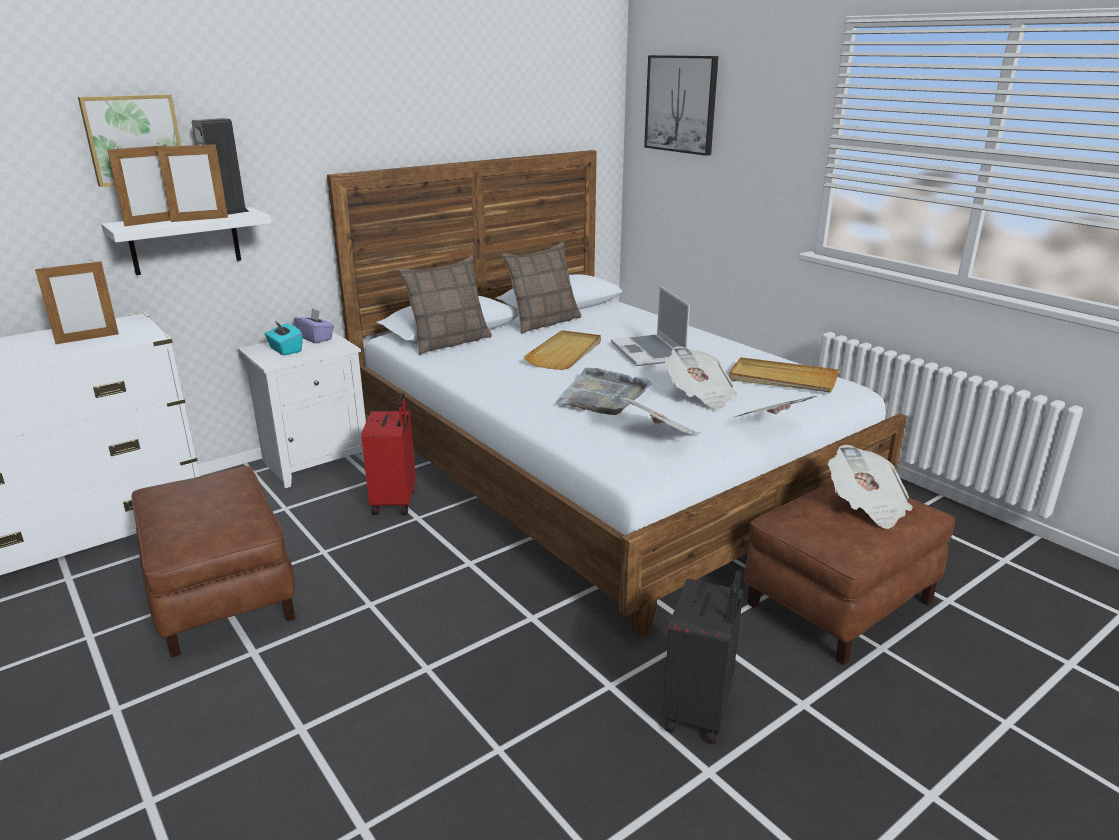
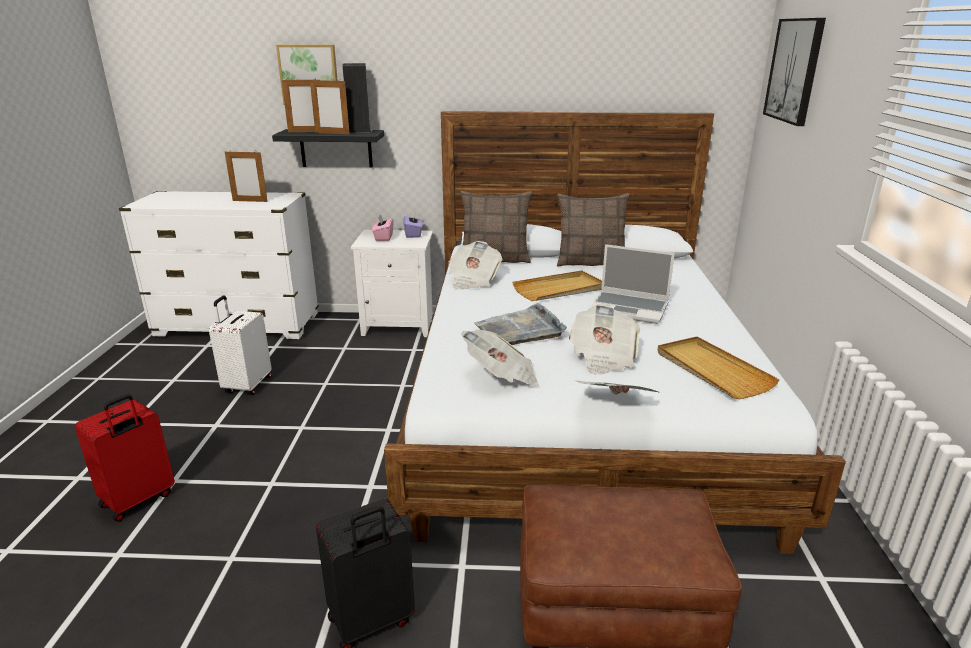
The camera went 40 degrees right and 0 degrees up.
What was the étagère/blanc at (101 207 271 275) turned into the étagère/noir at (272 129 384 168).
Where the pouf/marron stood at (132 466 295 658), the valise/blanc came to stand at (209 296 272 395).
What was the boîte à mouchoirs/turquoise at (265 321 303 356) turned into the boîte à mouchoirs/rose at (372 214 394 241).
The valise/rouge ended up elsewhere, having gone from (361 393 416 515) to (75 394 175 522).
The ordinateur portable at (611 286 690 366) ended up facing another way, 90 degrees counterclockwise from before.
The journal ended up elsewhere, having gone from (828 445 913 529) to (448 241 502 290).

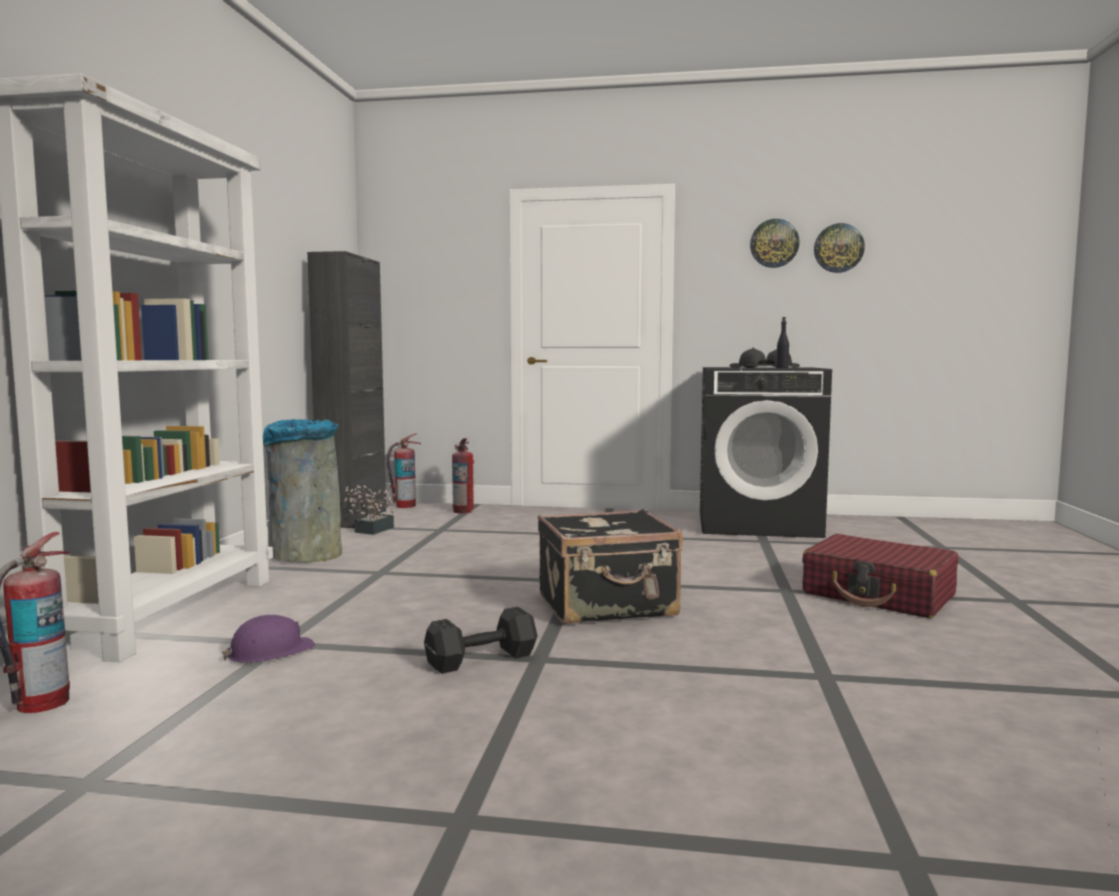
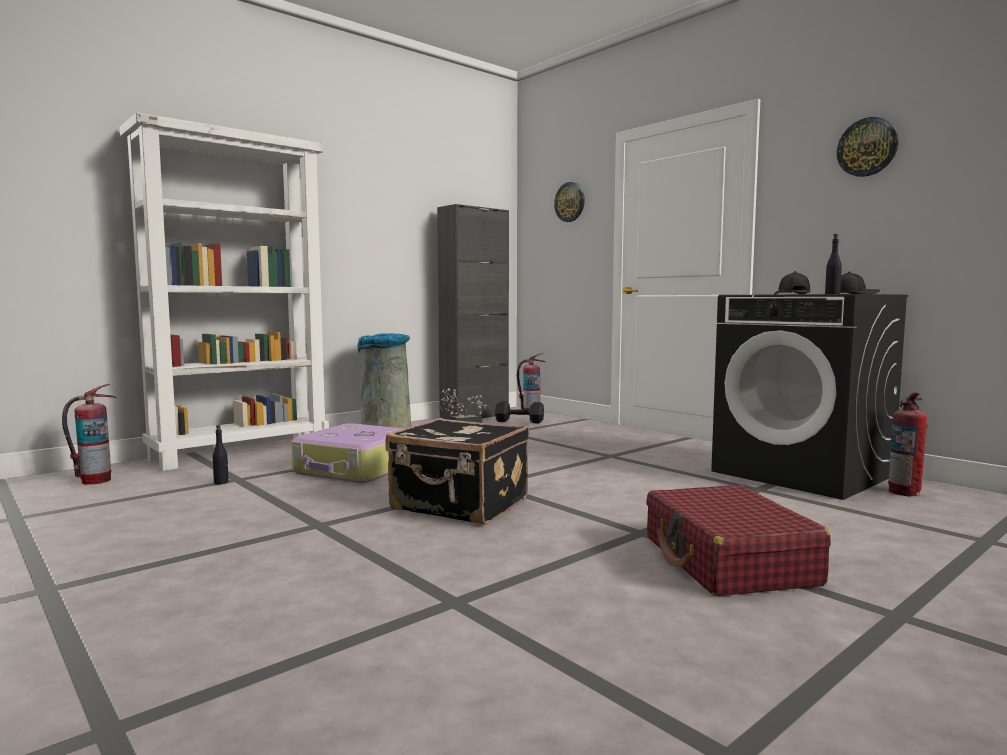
The camera went 40 degrees right and 0 degrees up.
Where the casque de chantier/violet stood at (222 615 315 663), the bouteille/noir came to stand at (213 425 229 484).
The haltère/noir ended up elsewhere, having gone from (424 607 538 674) to (495 401 544 423).
The extincteur ended up elsewhere, having gone from (452 438 474 513) to (888 393 928 496).
The horloge murale ended up elsewhere, having gone from (814 223 865 273) to (554 182 585 222).
The second view gained the valise at (291 423 404 483).

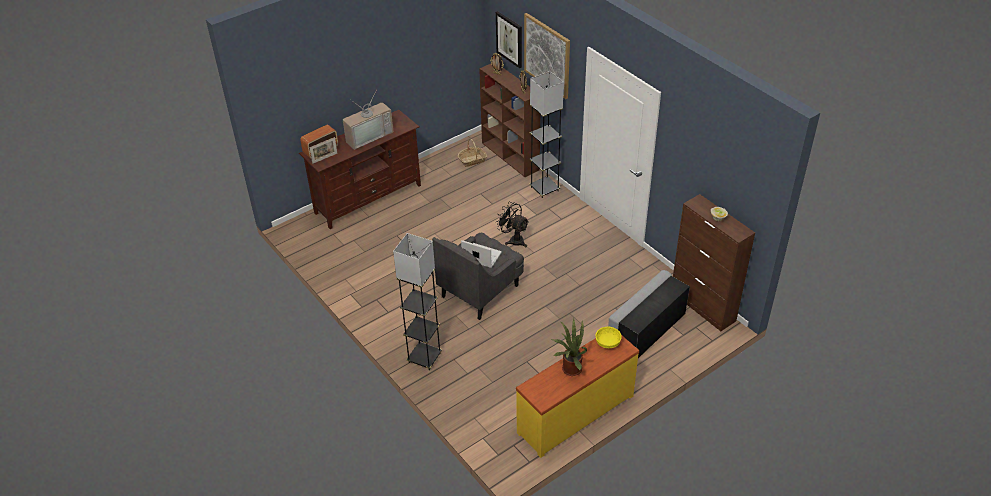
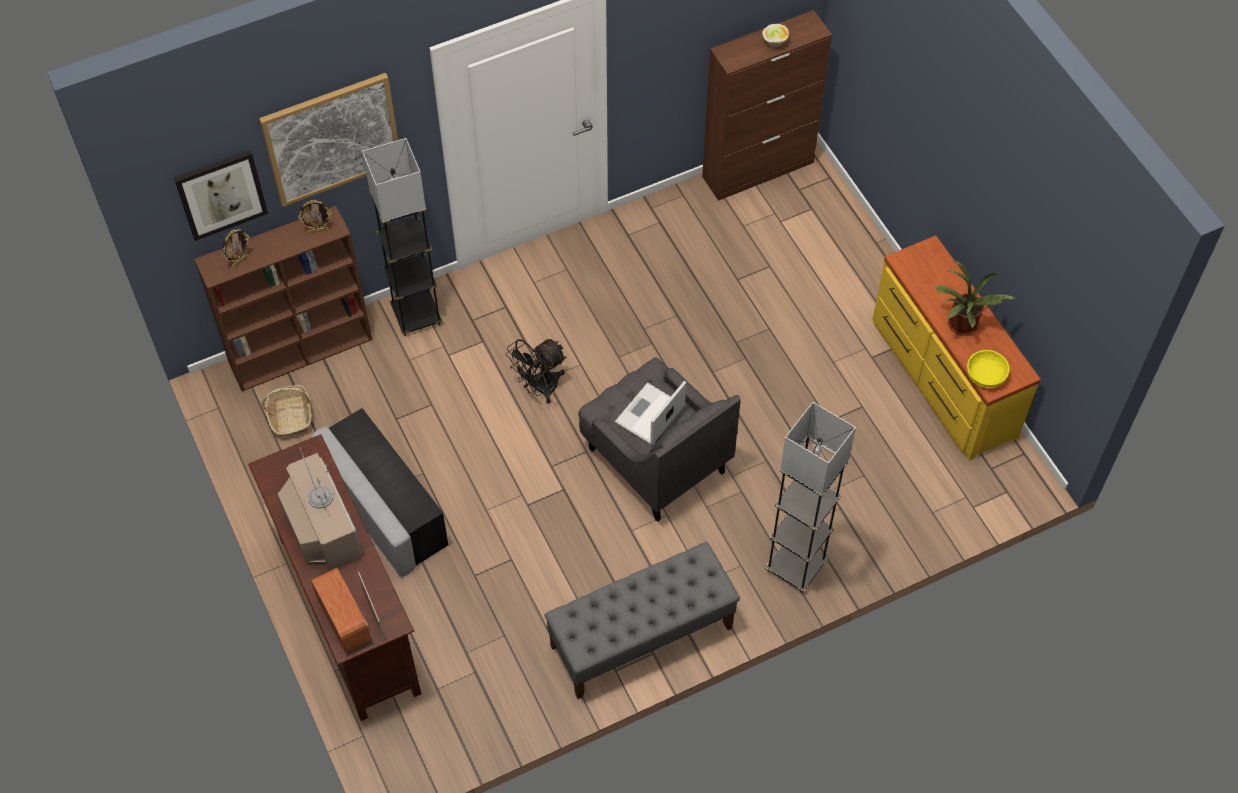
The camera went 80 degrees left and 15 degrees up.
The bol/jaune ended up elsewhere, having gone from (595 327 622 348) to (967 350 1010 388).
The pouf/gris ended up elsewhere, having gone from (608 270 690 358) to (311 408 449 577).
The second view gained the banc/gris at (544 542 740 699).

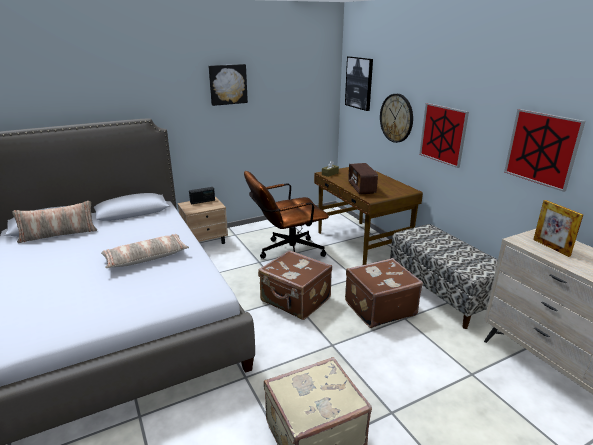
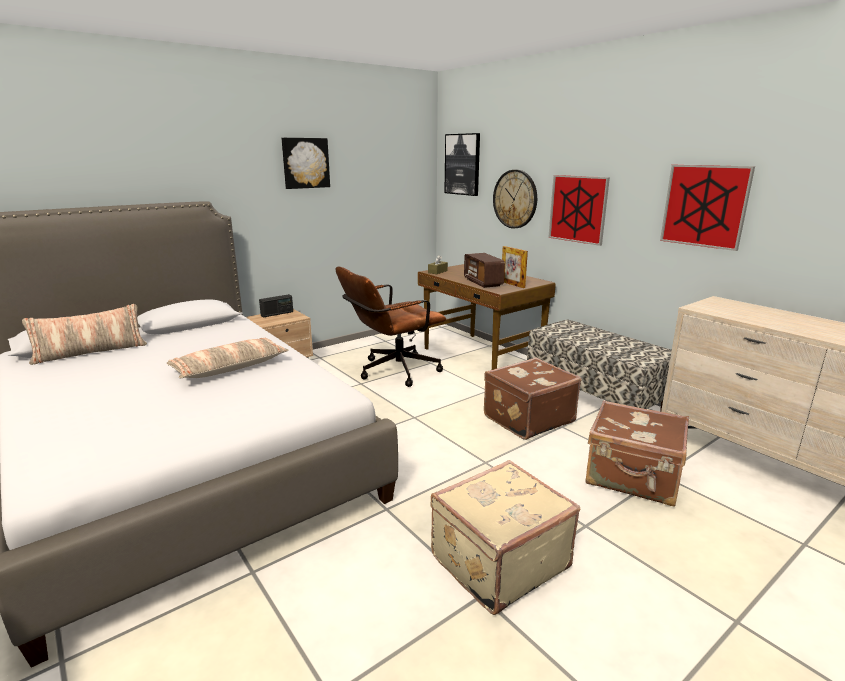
The camera went 10 degrees left and 5 degrees down.
The valise/marron ended up elsewhere, having gone from (258 250 332 320) to (585 400 689 506).
The cadre photo ended up elsewhere, having gone from (533 200 583 257) to (502 246 528 288).

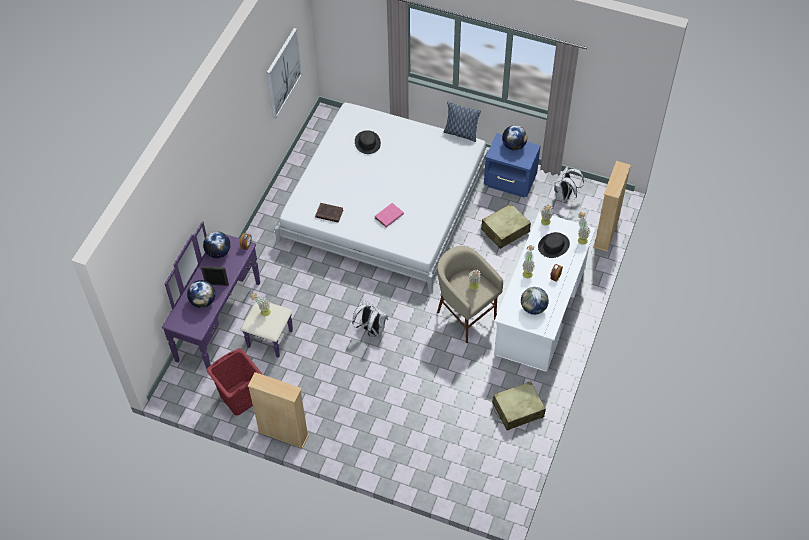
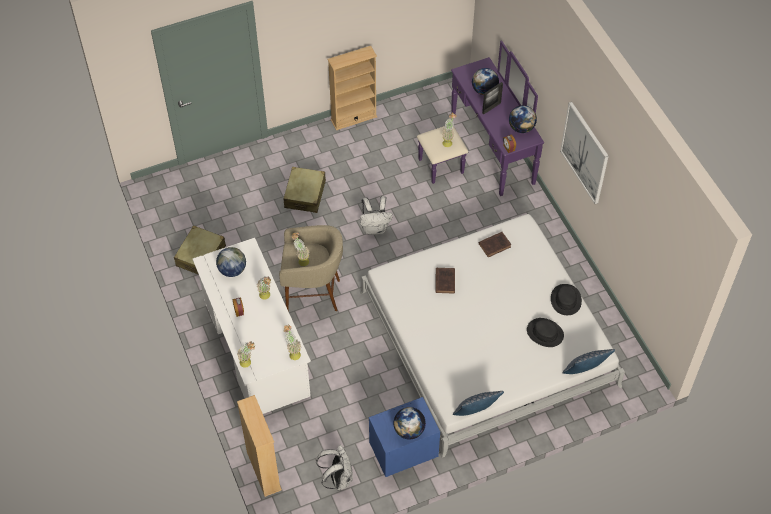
The camera went 135 degrees right and 0 degrees up.
The second view lost the panier à linge/rouge at (206 348 262 416).
The tableau ended up elsewhere, having gone from (267 28 302 118) to (560 102 609 204).
What was the livre/rose at (375 203 404 227) turned into the livre/marron at (435 268 455 293).
The valise/beige ended up elsewhere, having gone from (481 203 531 249) to (284 167 326 213).
The chapeau/noir ended up elsewhere, having gone from (538 232 570 258) to (551 284 582 315).
The second view gained the coussin at (562 349 615 374).

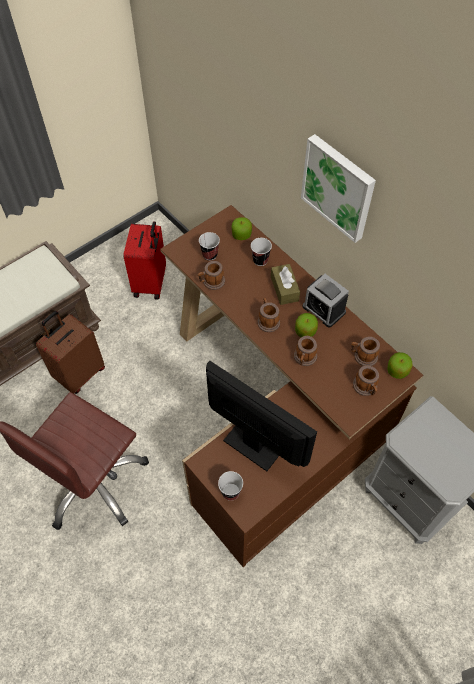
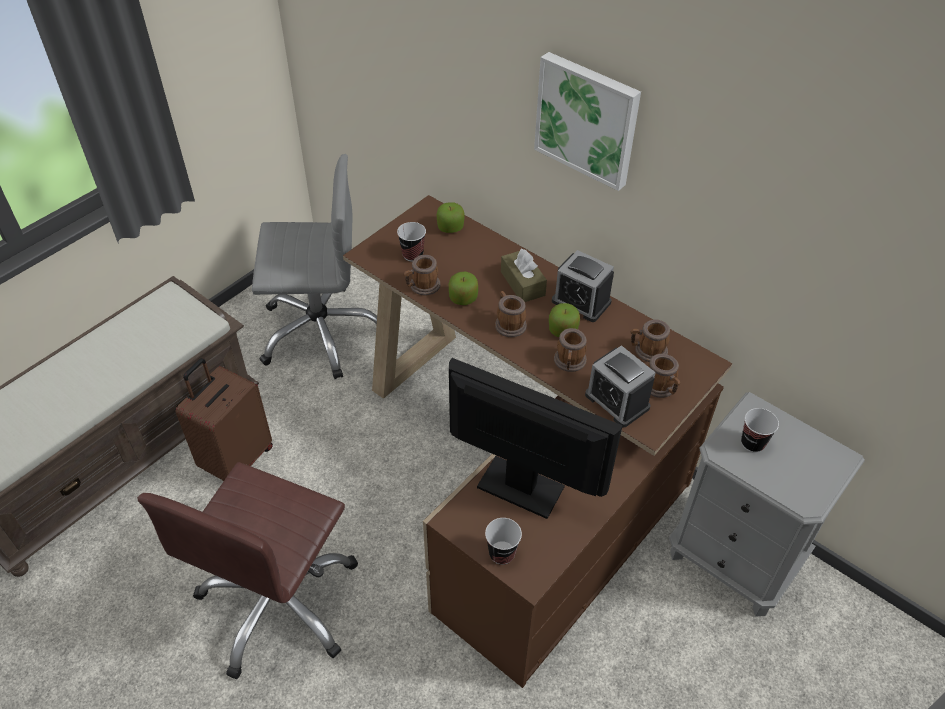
The camera went 10 degrees left and 10 degrees down.
Where the valise/rouge stood at (124 221 166 300), the chaise de bureau/gris came to stand at (252 154 377 379).
The tasse ended up elsewhere, having gone from (251 238 272 266) to (741 408 779 453).
The pomme ended up elsewhere, having gone from (387 352 412 379) to (449 272 478 305).
The second view gained the réveil at (585 345 656 428).

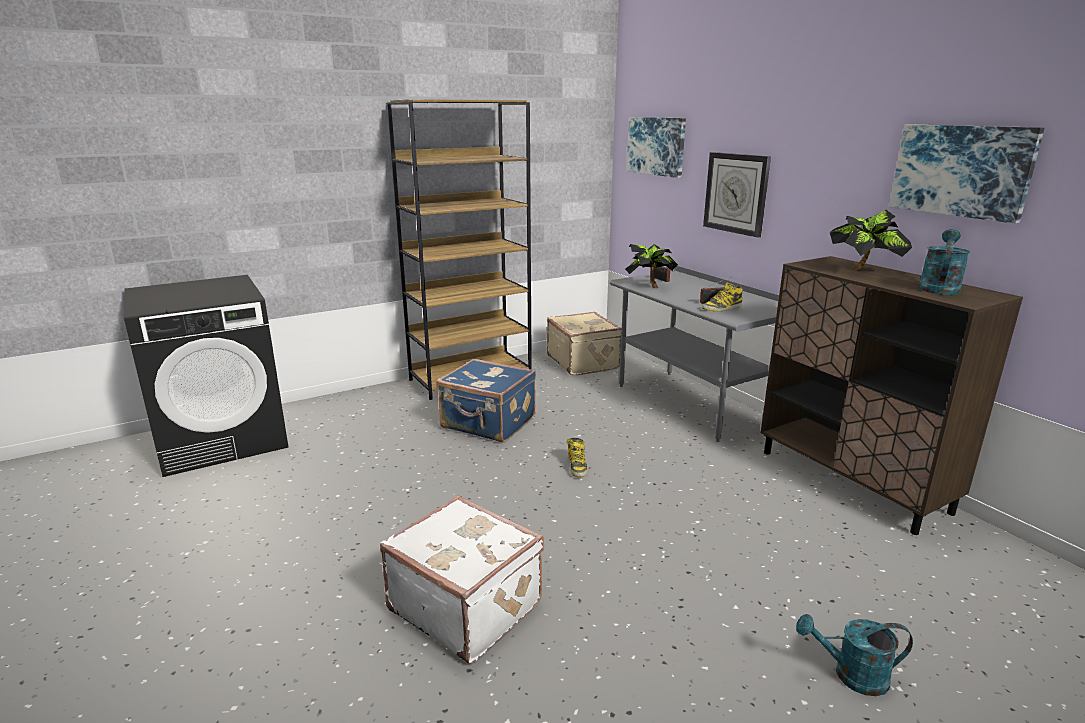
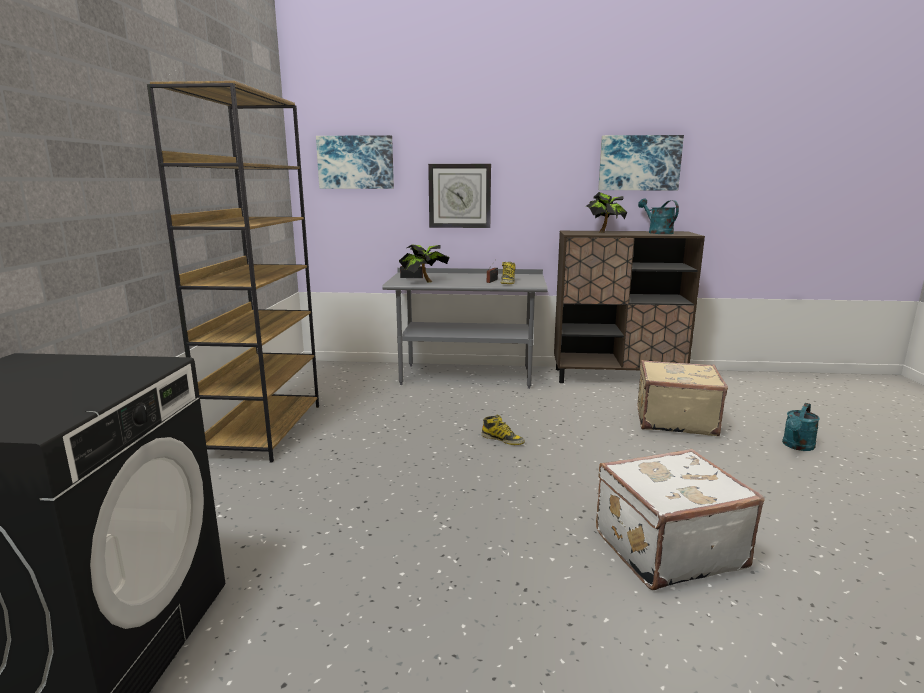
The camera went 55 degrees left and 5 degrees down.
The second view lost the valise/bleu at (436 358 536 443).
The valise/beige ended up elsewhere, having gone from (547 312 622 375) to (638 360 728 436).

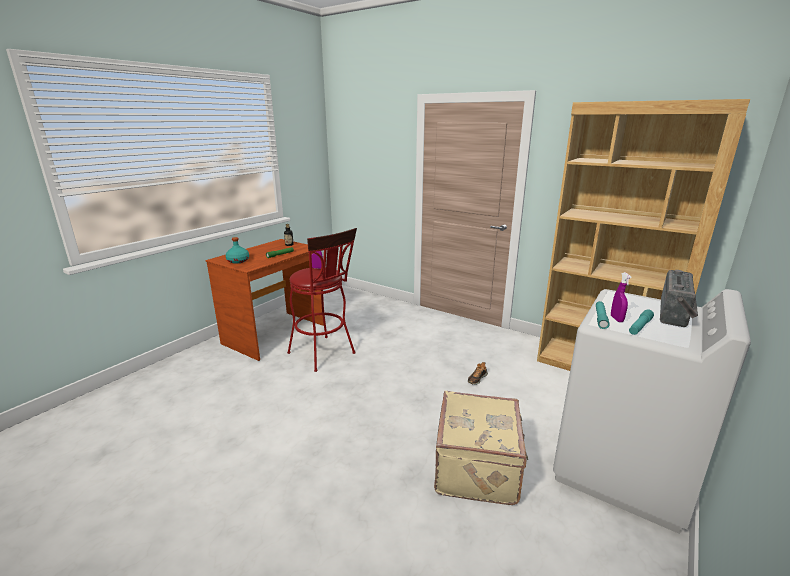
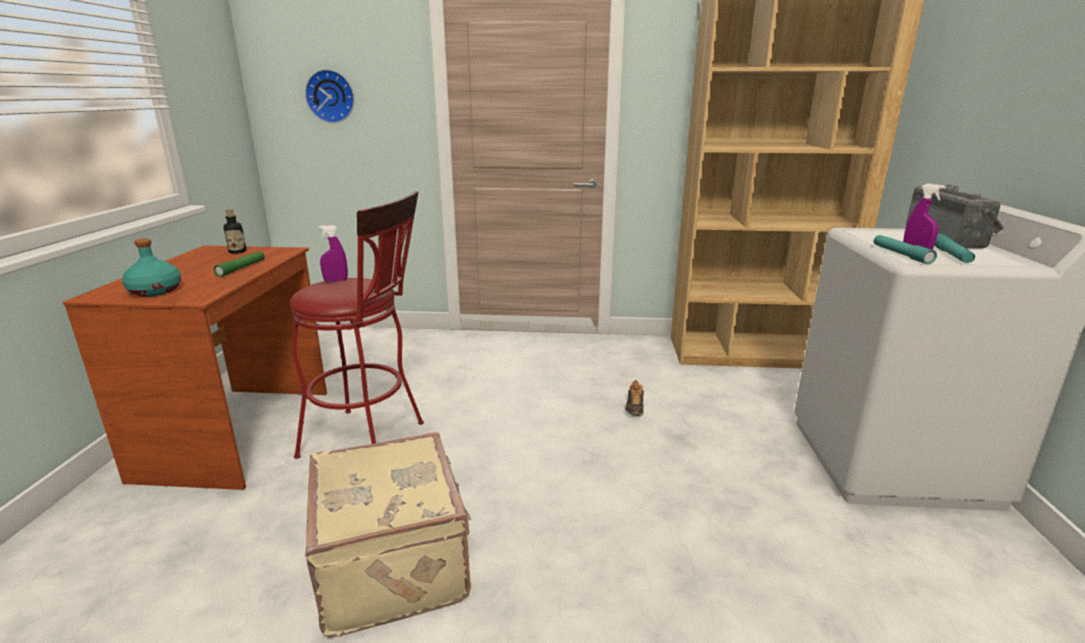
The camera went 30 degrees left and 0 degrees up.
The valise/beige ended up elsewhere, having gone from (434 391 528 505) to (305 432 471 638).
The second view gained the horloge murale at (305 69 354 123).

